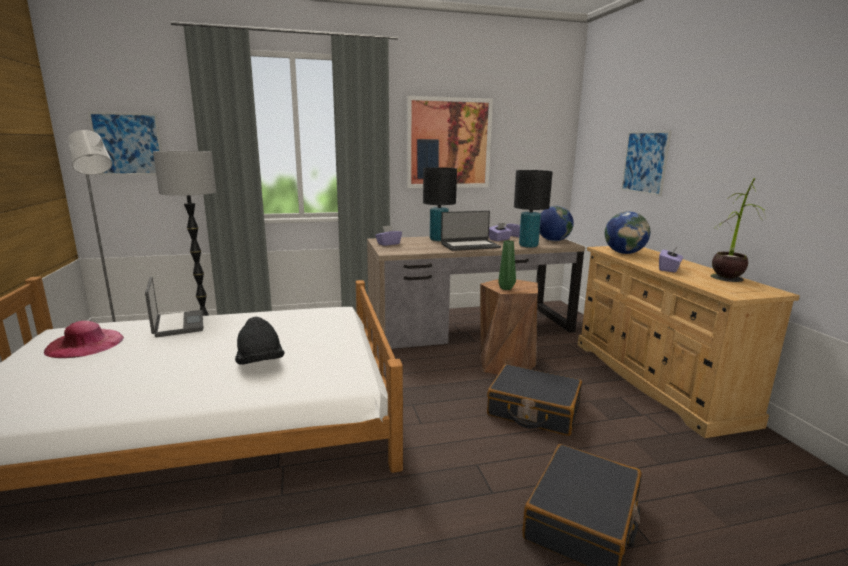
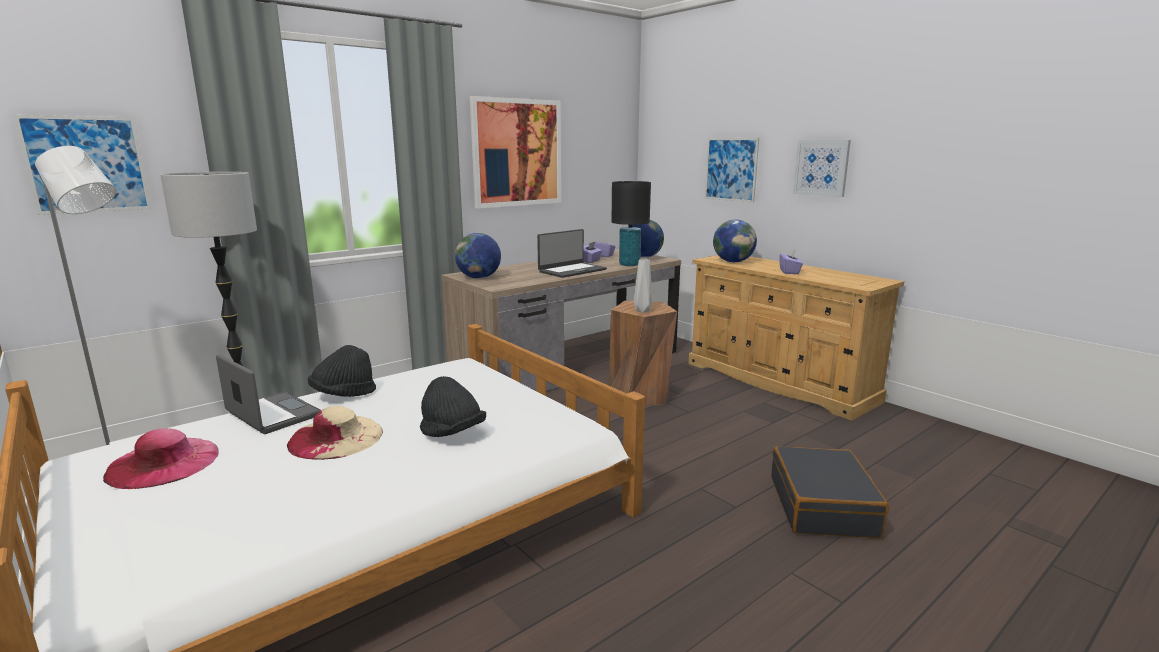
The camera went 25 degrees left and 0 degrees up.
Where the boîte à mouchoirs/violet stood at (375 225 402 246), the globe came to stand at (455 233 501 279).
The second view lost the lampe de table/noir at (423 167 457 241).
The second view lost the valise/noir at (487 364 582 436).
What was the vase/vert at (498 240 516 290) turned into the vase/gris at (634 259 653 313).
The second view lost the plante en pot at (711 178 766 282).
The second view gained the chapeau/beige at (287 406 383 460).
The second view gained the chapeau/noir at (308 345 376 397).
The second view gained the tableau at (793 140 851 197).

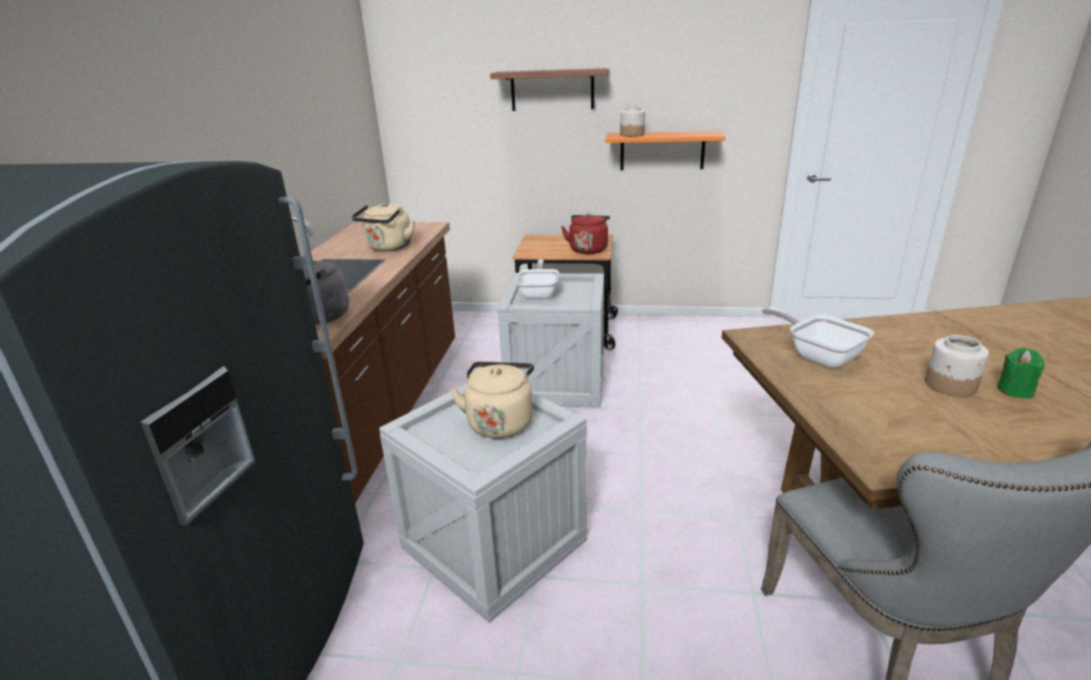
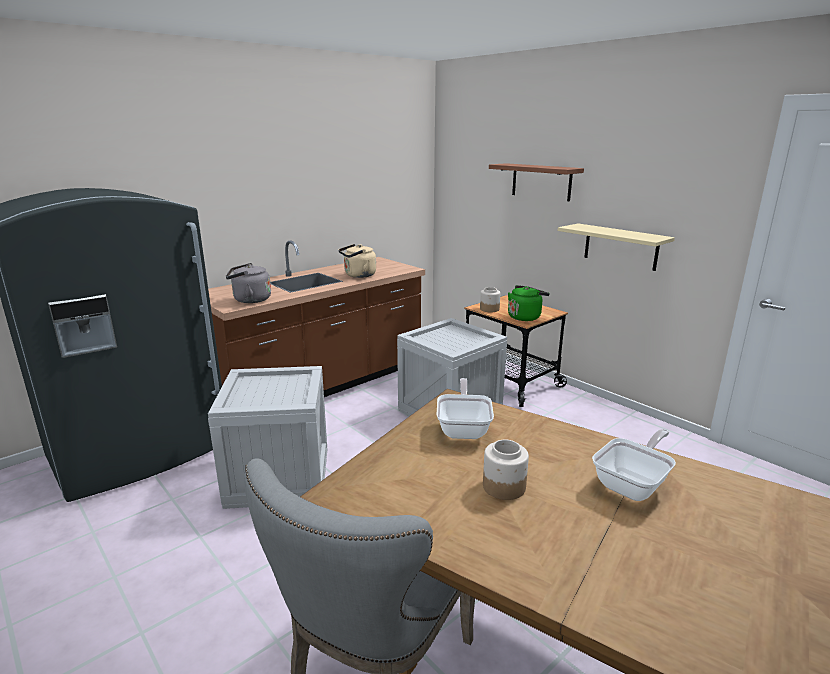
The camera went 40 degrees right and 5 degrees down.
The second view lost the bouilloire/beige at (450 362 534 438).
The poêle ended up elsewhere, having gone from (516 260 559 300) to (592 429 676 501).
What was the bouilloire/rouge at (561 214 610 254) turned into the bouilloire/vert at (508 285 550 321).
What was the étagère/orange at (606 131 725 170) turned into the étagère/beige at (558 223 675 271).
The bocal ended up elsewhere, having gone from (620 106 645 137) to (480 287 501 312).
The second view lost the bougie/vert at (997 348 1045 398).

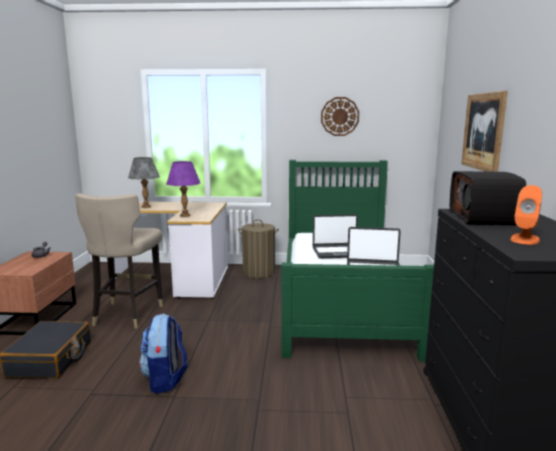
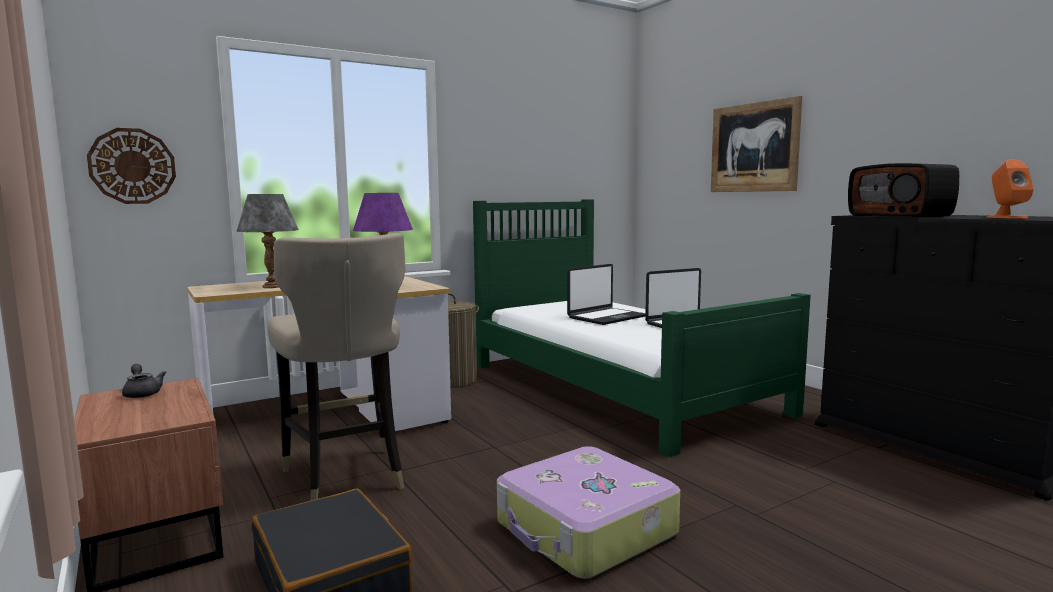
The camera went 35 degrees left and 5 degrees down.
Where the sac à dos stood at (139 313 188 394), the valise came to stand at (497 446 680 579).
The horloge murale ended up elsewhere, having gone from (321 97 359 136) to (87 128 176 204).

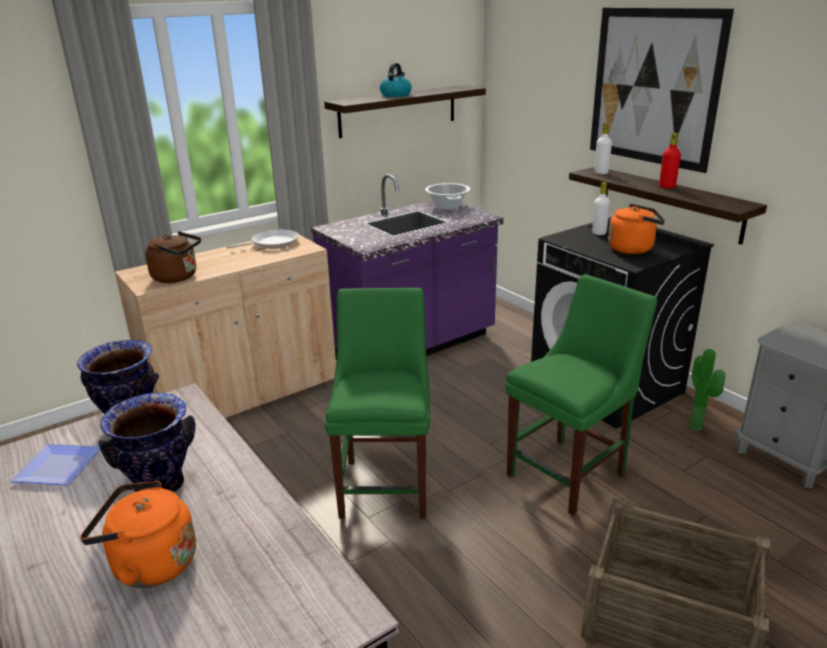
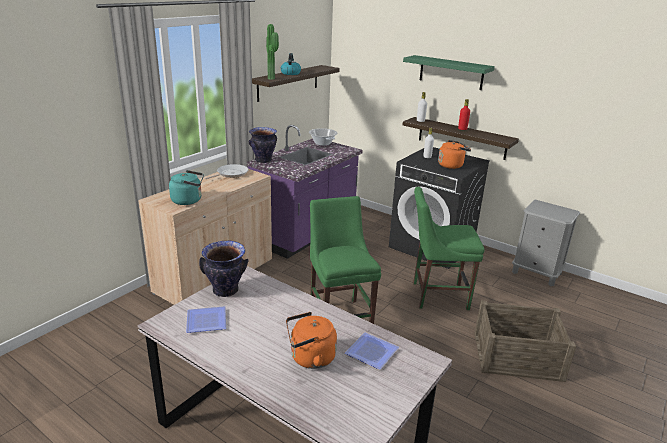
The camera went 20 degrees left and 0 degrees up.
The vase ended up elsewhere, having gone from (98 393 195 493) to (249 127 277 163).
What was the bouilloire/marron at (145 231 201 283) turned into the bouilloire/turquoise at (169 170 204 205).
The chaise/vert at (505 274 657 516) ended up facing another way, 120 degrees counterclockwise from before.
Where the tableau hung at (590 8 734 173), the étagère/vert came to hang at (403 55 495 90).
The plante en pot ended up elsewhere, having gone from (689 349 725 431) to (266 24 279 80).
The second view gained the assiette at (345 333 399 370).

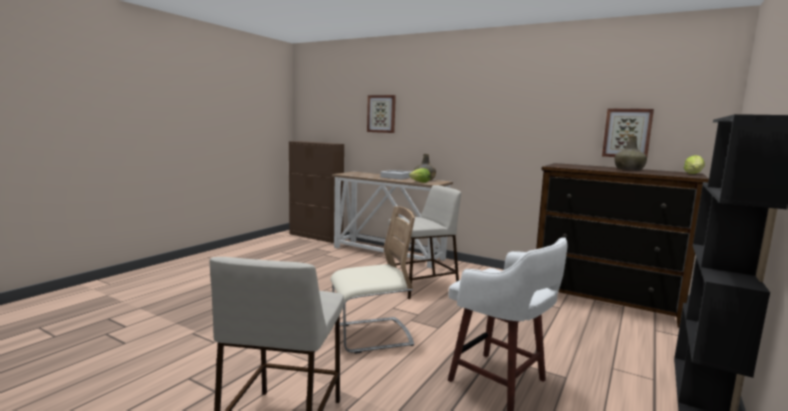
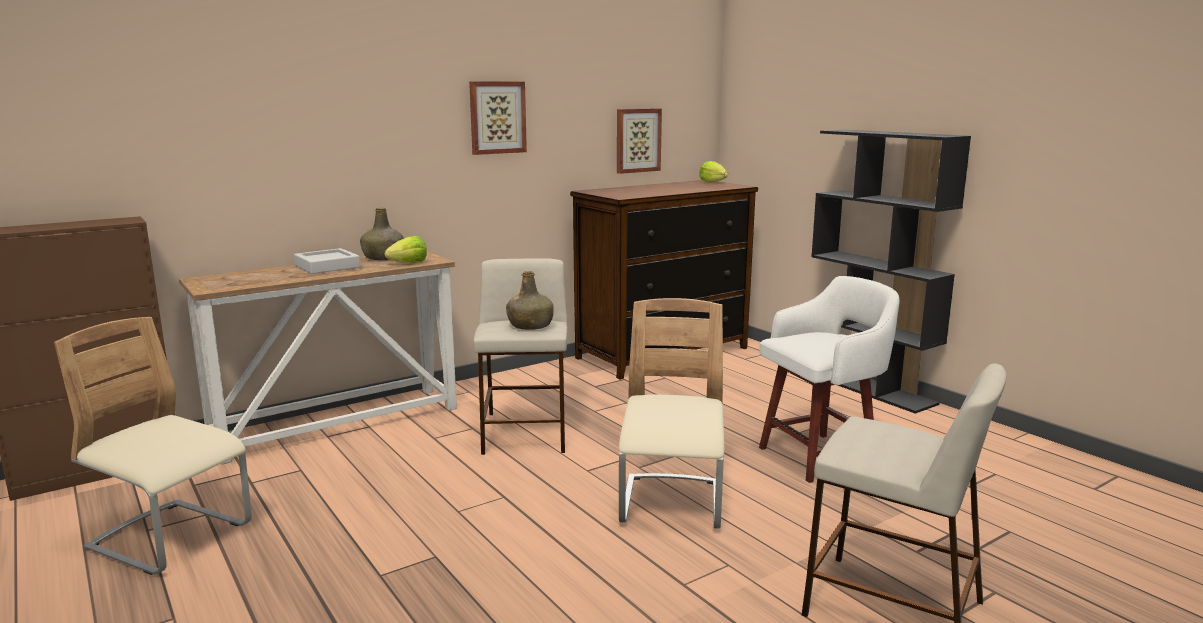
The camera went 65 degrees left and 5 degrees up.
The tableau ended up elsewhere, having gone from (367 95 396 133) to (469 81 527 155).
The bouteille/vert ended up elsewhere, having gone from (615 136 647 170) to (506 271 554 330).
The second view gained the chaise/beige at (54 317 252 575).

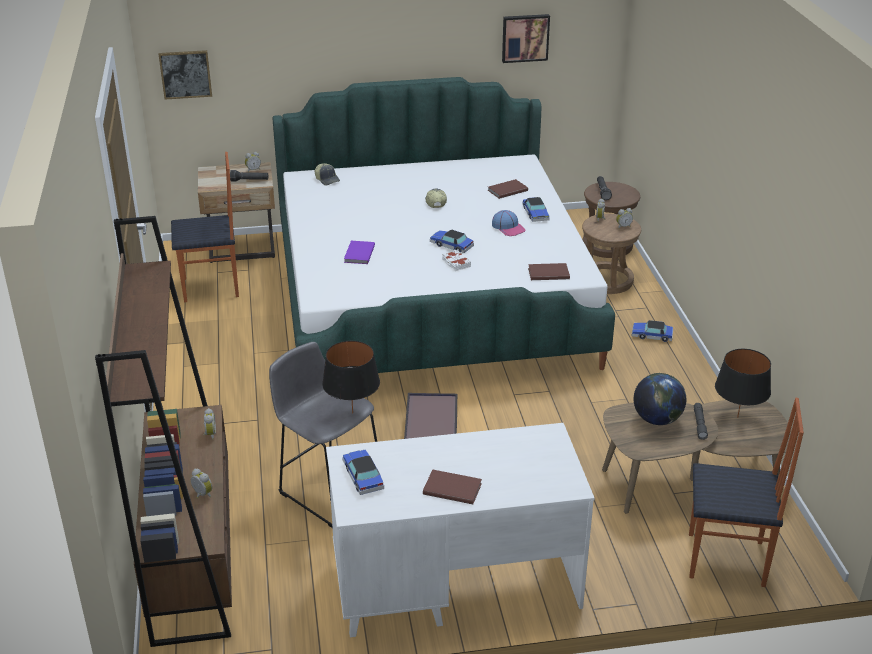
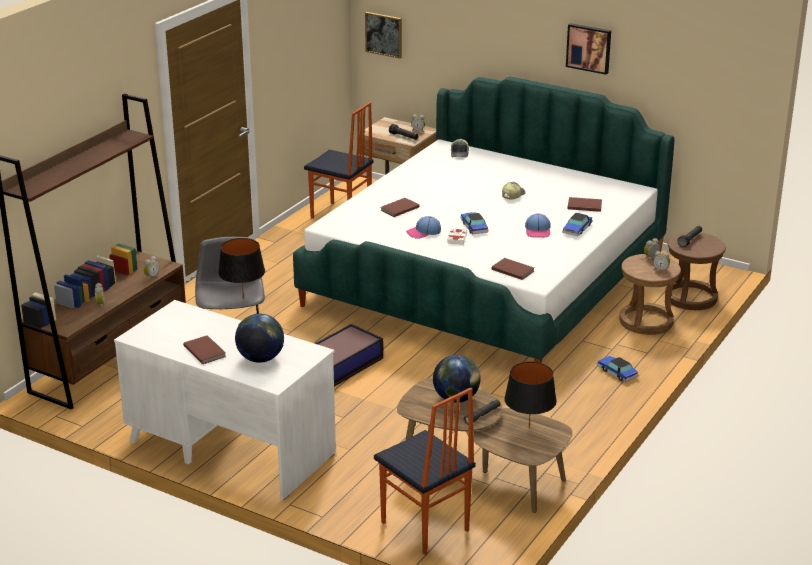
The camera went 40 degrees right and 5 degrees down.
The second view lost the petite voiture at (342 449 384 495).
What was the livre/violet at (344 241 375 264) turned into the livre/marron at (380 198 419 217).
The tableau ended up elsewhere, having gone from (502 14 550 63) to (566 23 611 75).
The second view gained the globe at (235 314 284 363).
The second view gained the casquette at (406 216 441 239).

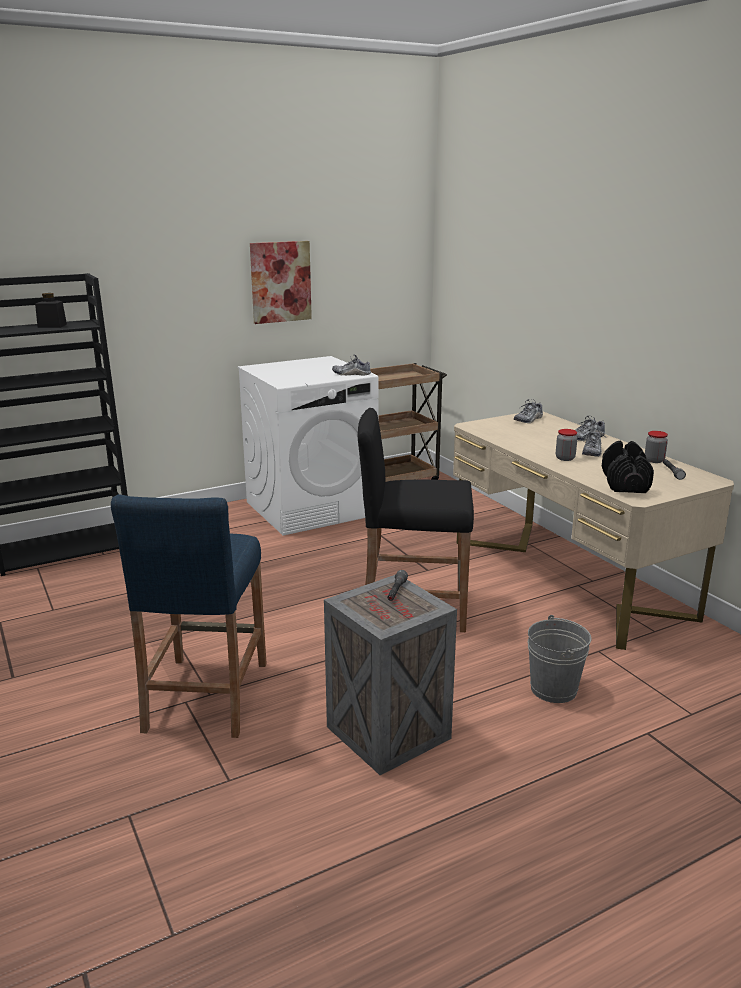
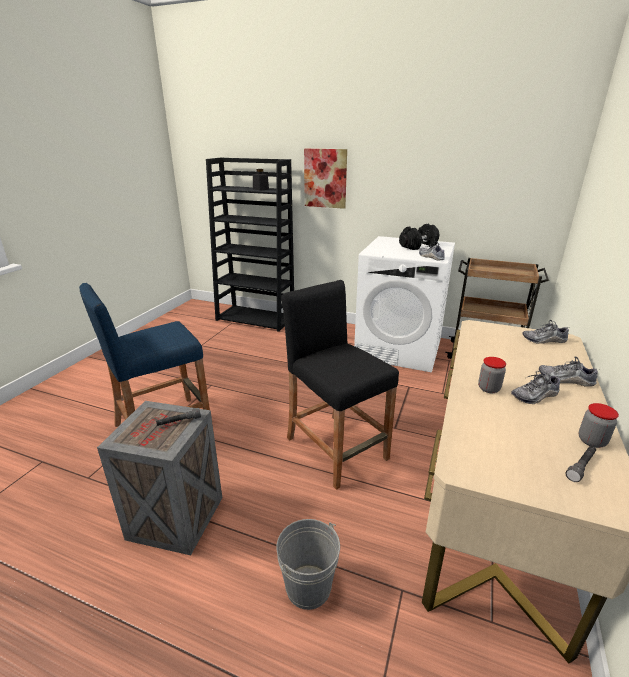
The camera went 50 degrees right and 5 degrees up.
The tableau ended up elsewhere, having gone from (250 241 312 324) to (304 149 347 209).
The haltère/noir ended up elsewhere, having gone from (602 441 654 493) to (399 224 439 250).

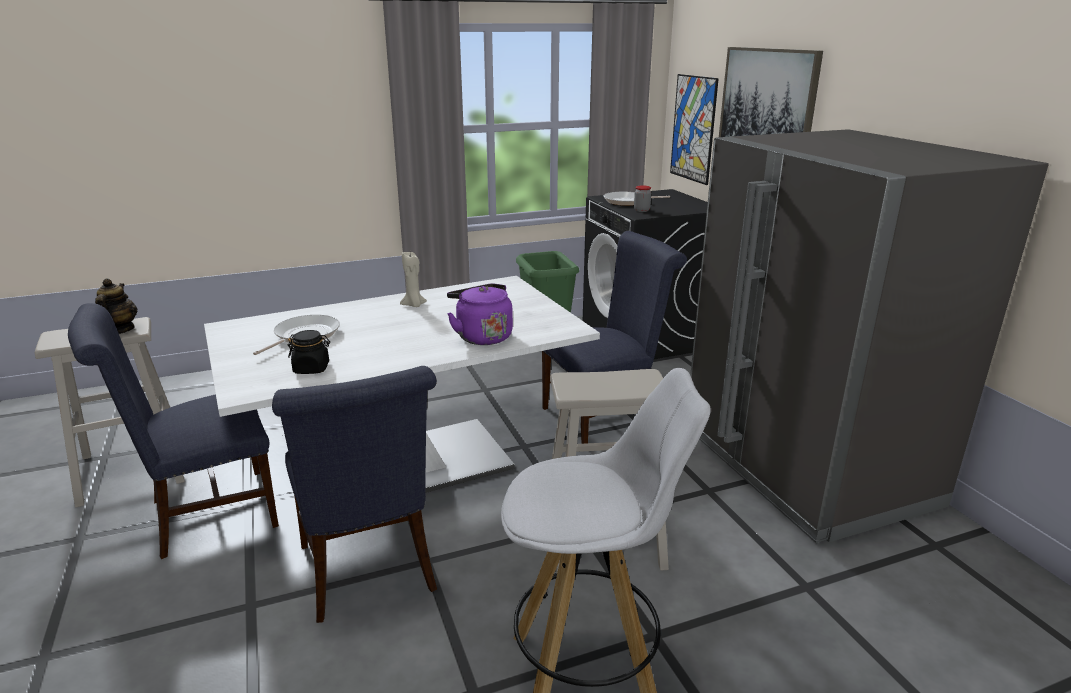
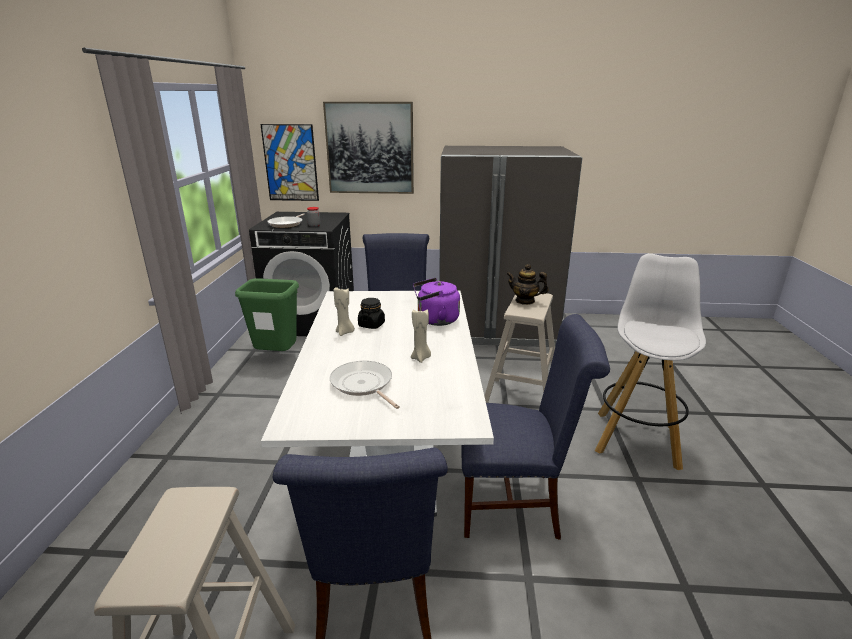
The camera went 65 degrees left and 0 degrees up.
The théière ended up elsewhere, having gone from (95 278 137 334) to (507 264 548 305).
The bocal/noir ended up elsewhere, having gone from (288 330 330 374) to (358 298 385 329).
The second view gained the bougie/beige at (411 310 431 363).

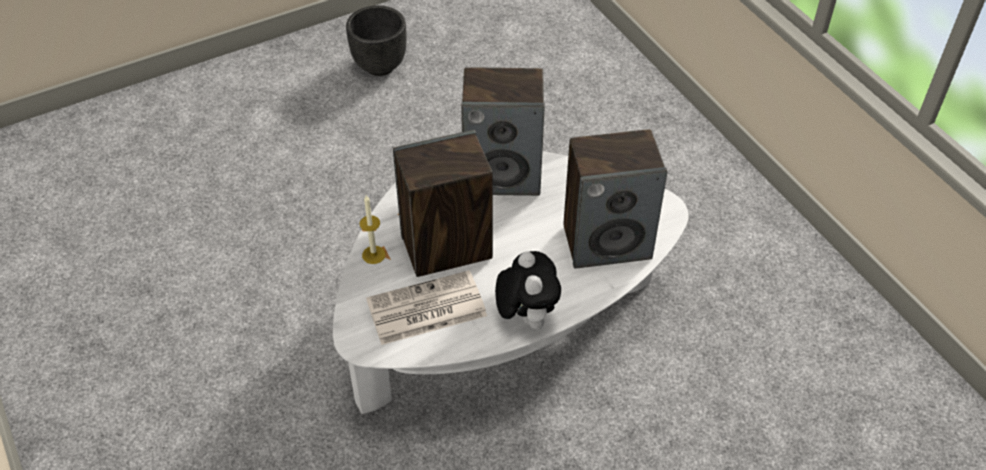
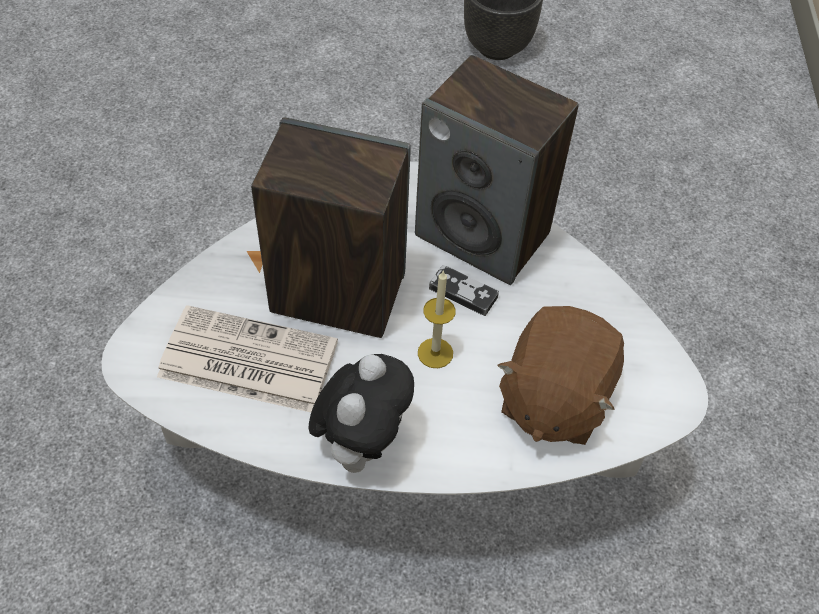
The camera went 30 degrees right and 5 degrees up.
The bougie ended up elsewhere, having gone from (360 195 386 264) to (418 270 456 368).
Where the enceinte stood at (564 129 667 268), the peluche/marron came to stand at (497 306 624 445).
The second view gained the manette at (429 265 499 316).

